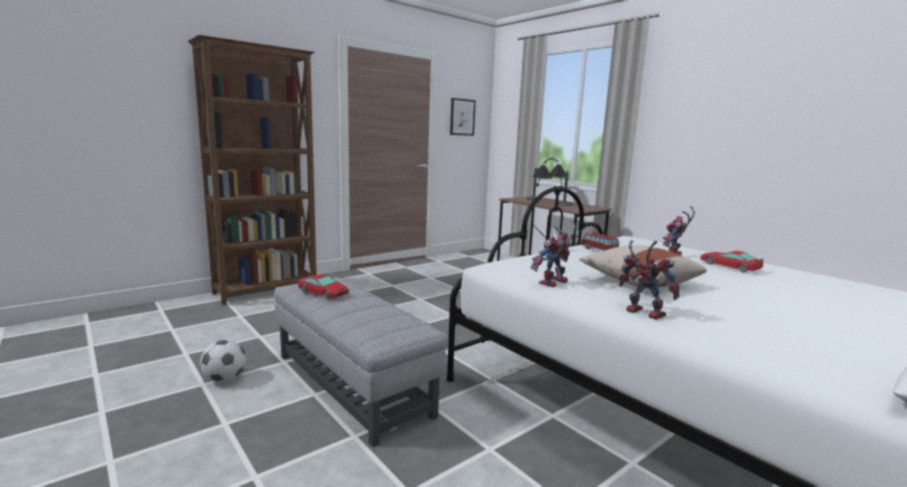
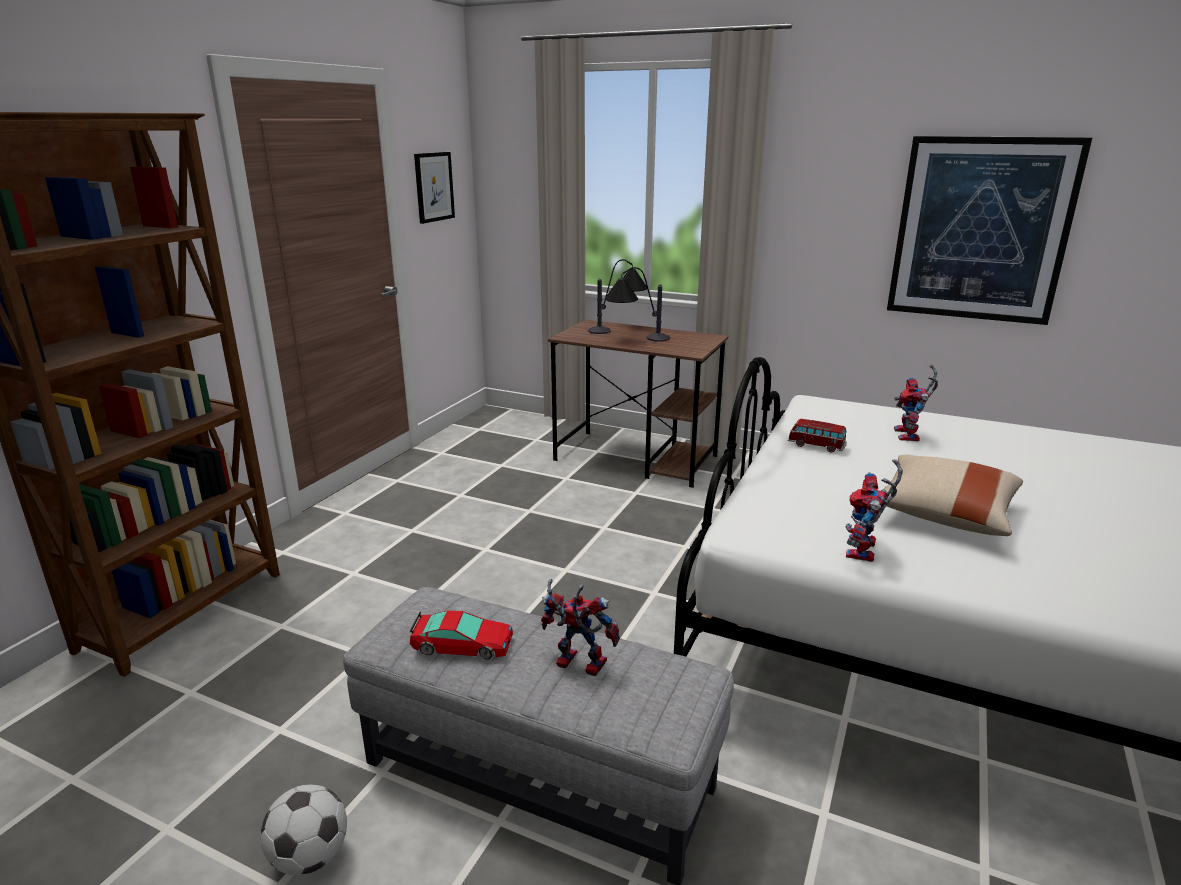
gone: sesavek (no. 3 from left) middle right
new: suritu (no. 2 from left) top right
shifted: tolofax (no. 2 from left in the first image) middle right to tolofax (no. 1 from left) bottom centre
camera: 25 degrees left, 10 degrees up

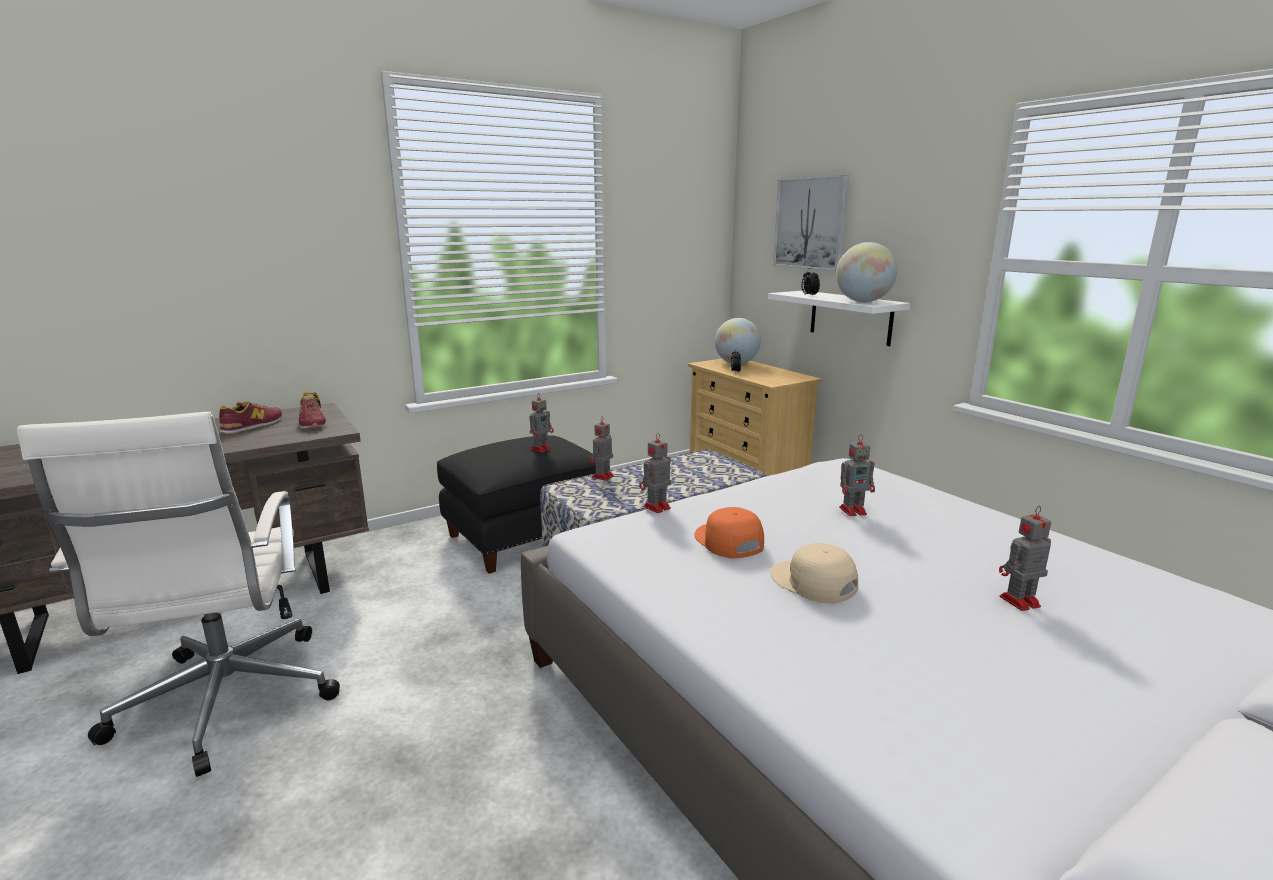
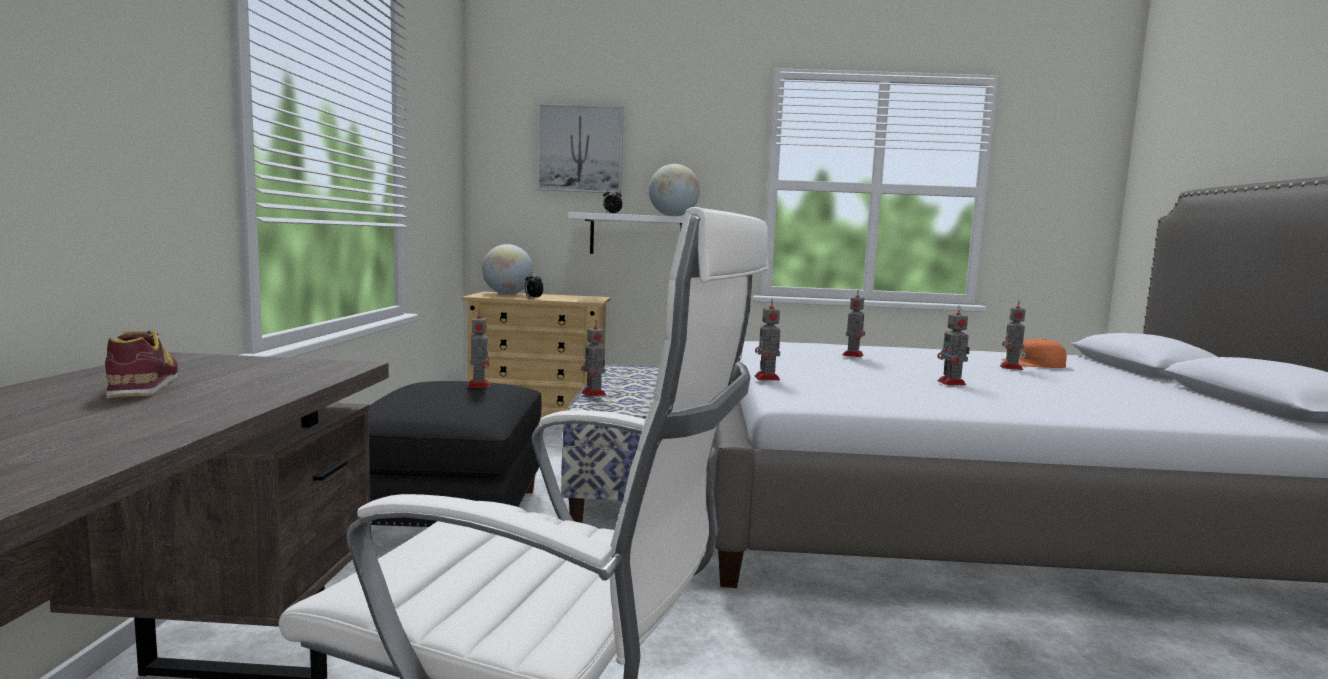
gone: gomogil (no. 2 from left) middle left
shifted: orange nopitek centre to middle right
swapped: beige nopitek centre to tolofax (no. 5 from left) middle right
camera: 55 degrees left, 10 degrees down

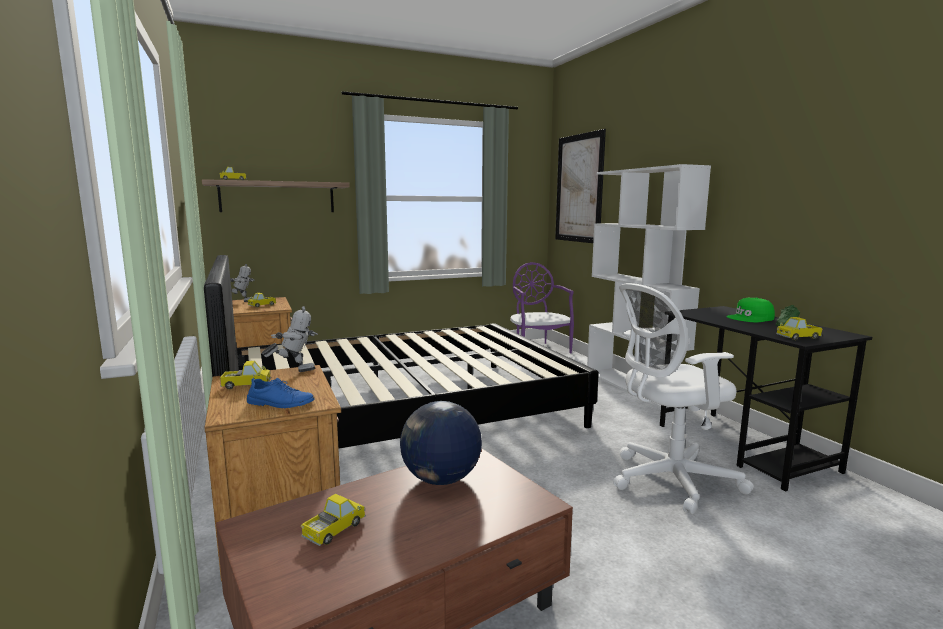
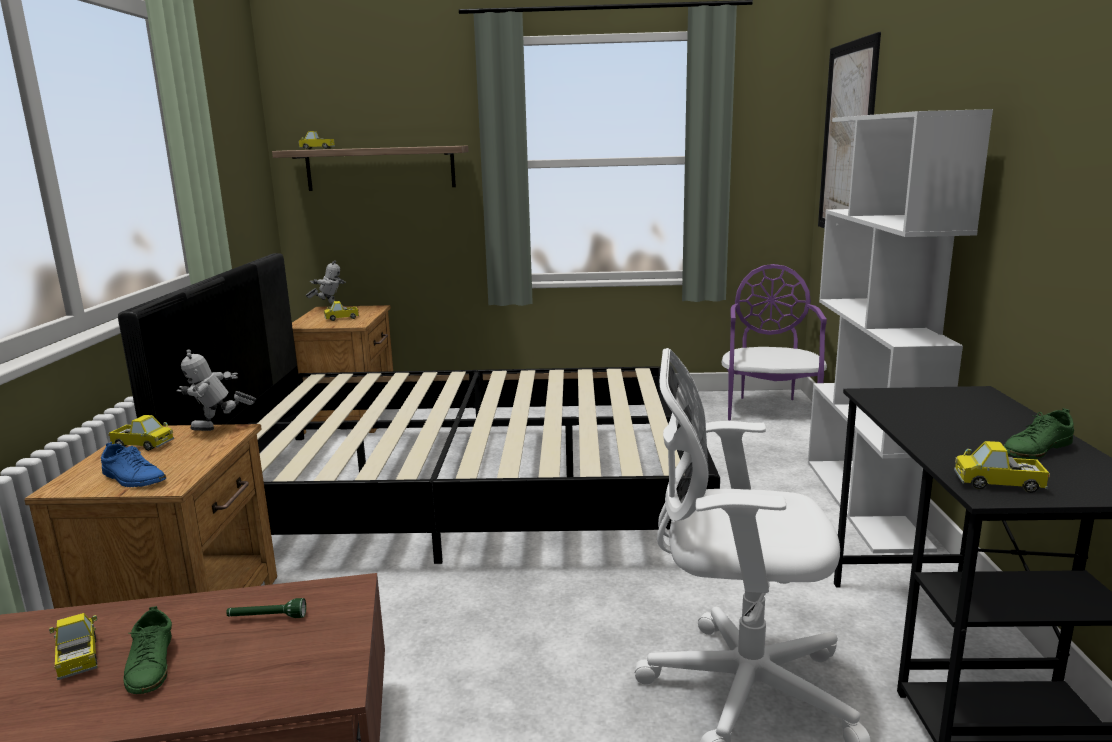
gone: green nopitek middle right
new: green gomogil (no. 1 from left) bottom left
swapped: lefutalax bottom centre to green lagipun bottom left
rotated: tolofax (no. 2 from left in the first image) middle left = middle left 150 degrees clockwise; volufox (no. 4 from left in the first image) bottom centre = bottom left 90 degrees counterclockwise
camera: 25 degrees right, 5 degrees up

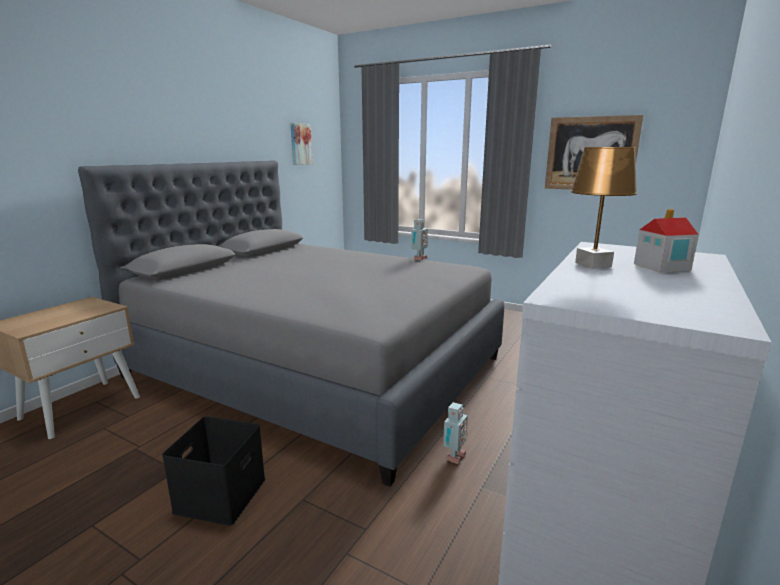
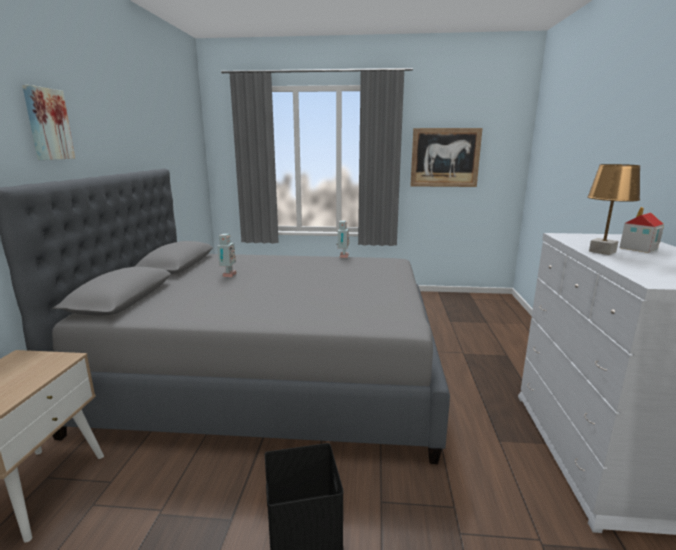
shifted: suritu (no. 1 from left) top centre to top left; tolofax (no. 2 from left in the first image) bottom centre to tolofax (no. 1 from left) centre
camera: 25 degrees left, 0 degrees up

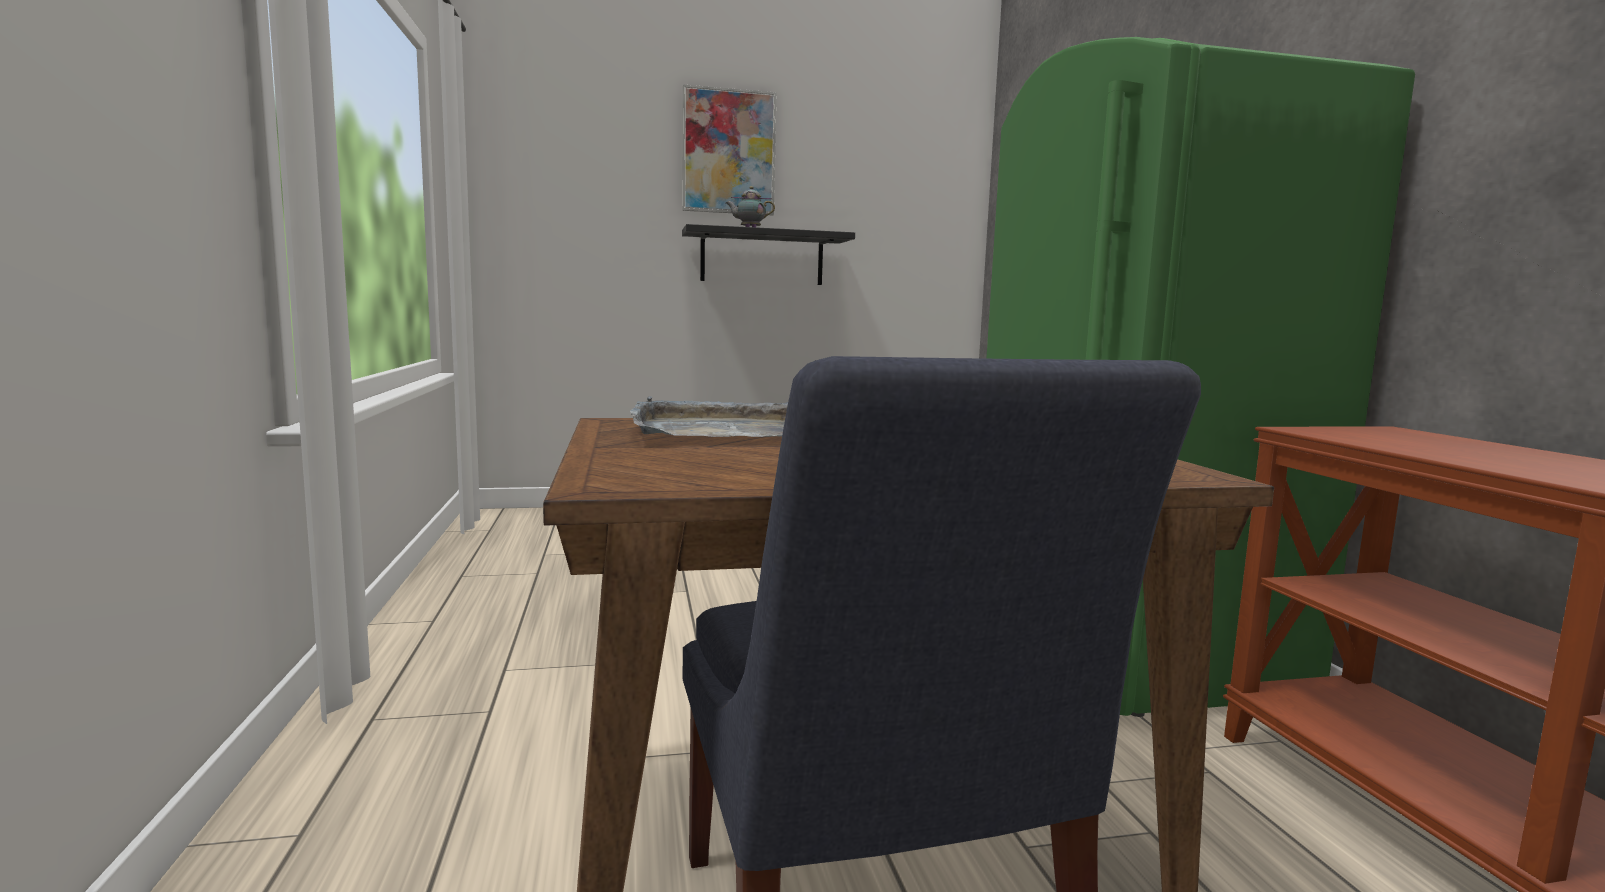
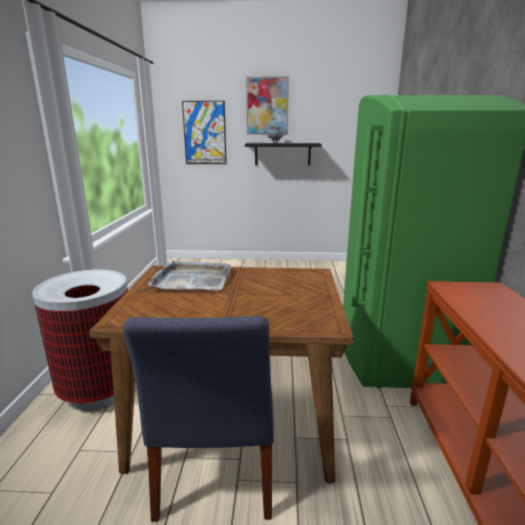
new: suritu (no. 1 from left) top centre; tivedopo middle left
camera: 15 degrees right, 10 degrees up

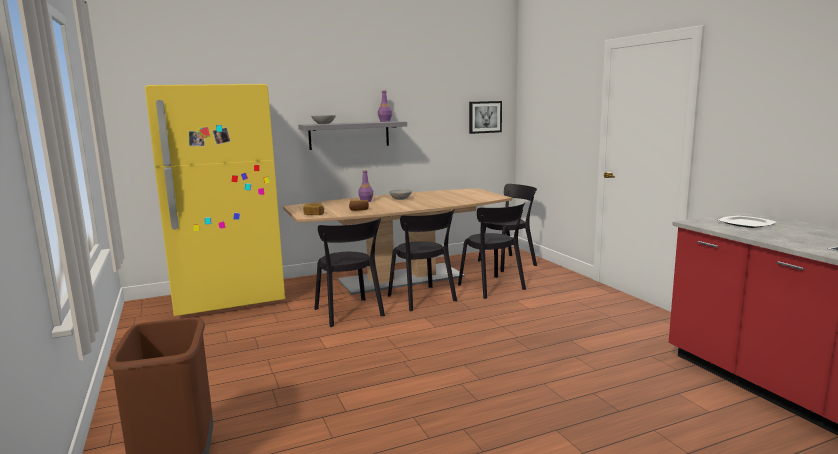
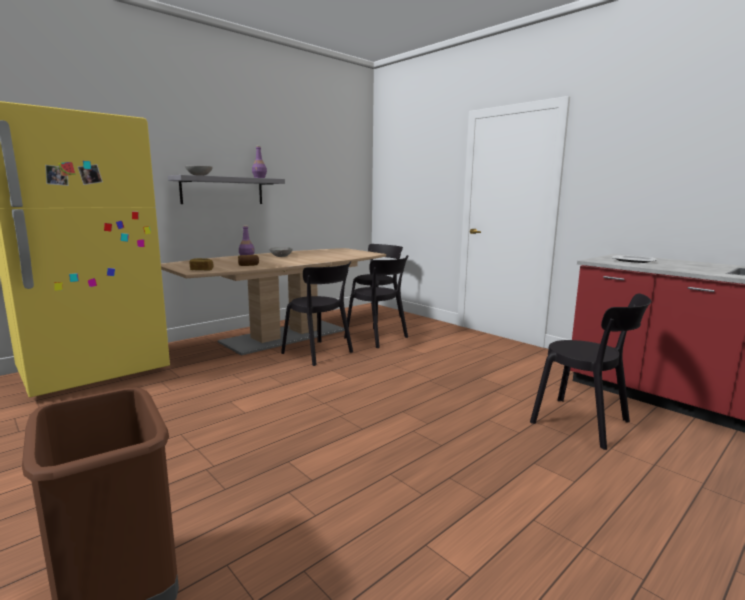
gone: suritu top centre
shifted: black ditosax (no. 1 from left in the first image) centre to black ditosax (no. 4 from left) middle right
camera: 20 degrees left, 0 degrees up

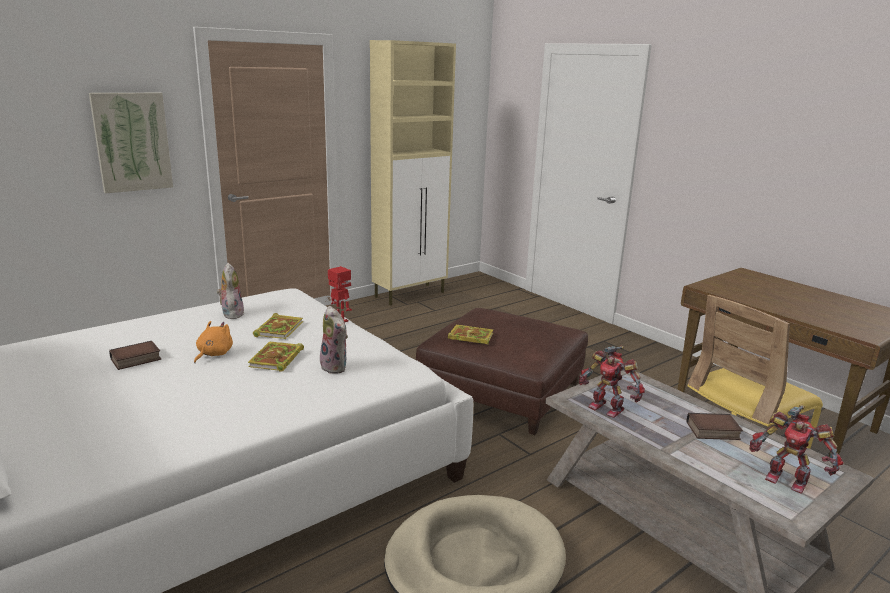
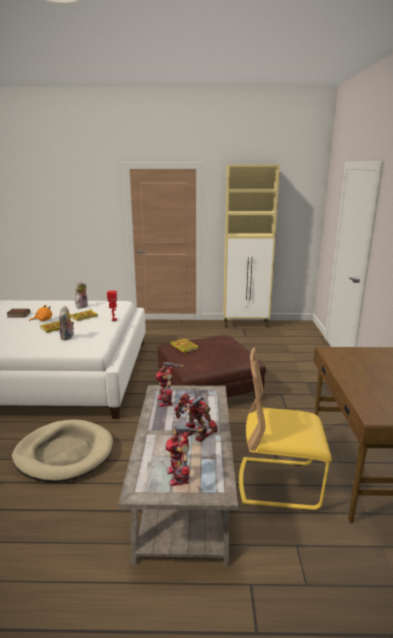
gone: suritu top left
swapped: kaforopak (no. 5 from left) bottom right to tolofax (no. 4 from left) centre
camera: 40 degrees right, 0 degrees up

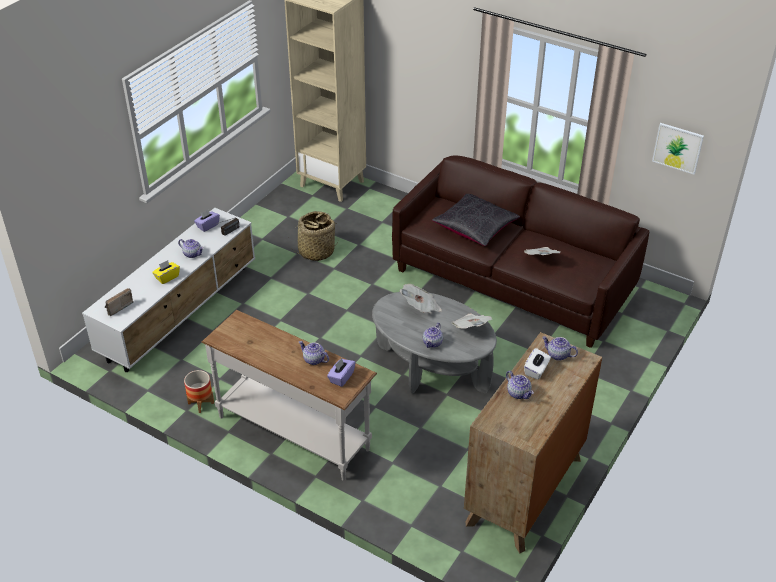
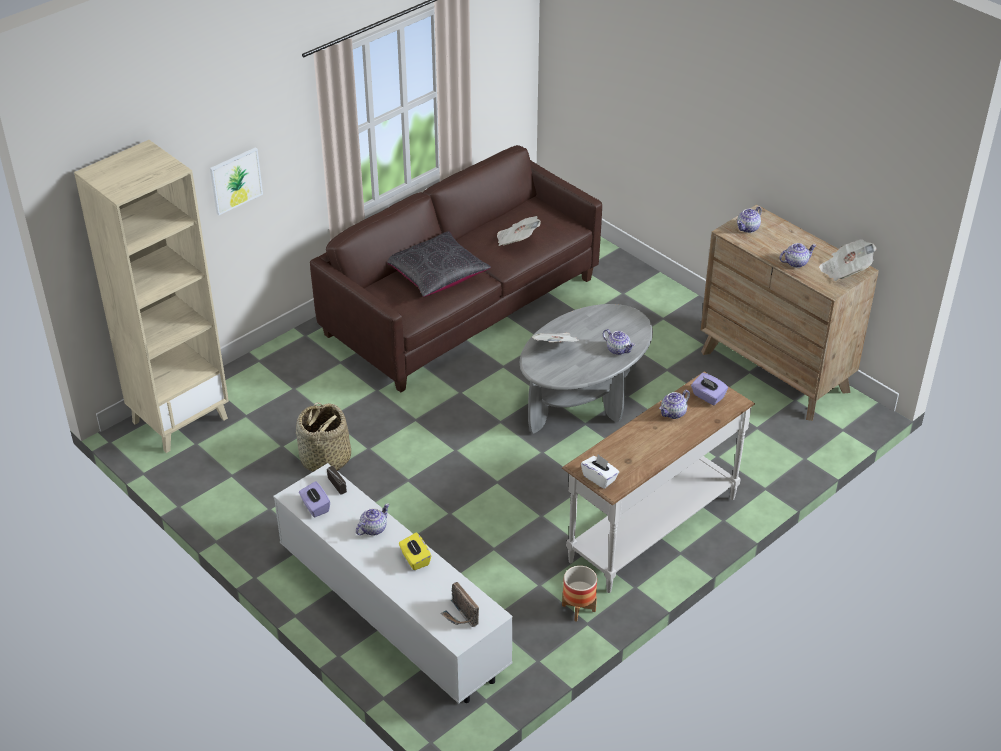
shifted: suritu top right to top left; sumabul (no. 2 from left in the first image) centre to sumabul (no. 3 from left) middle right; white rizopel middle right to centre
camera: 75 degrees left, 0 degrees up

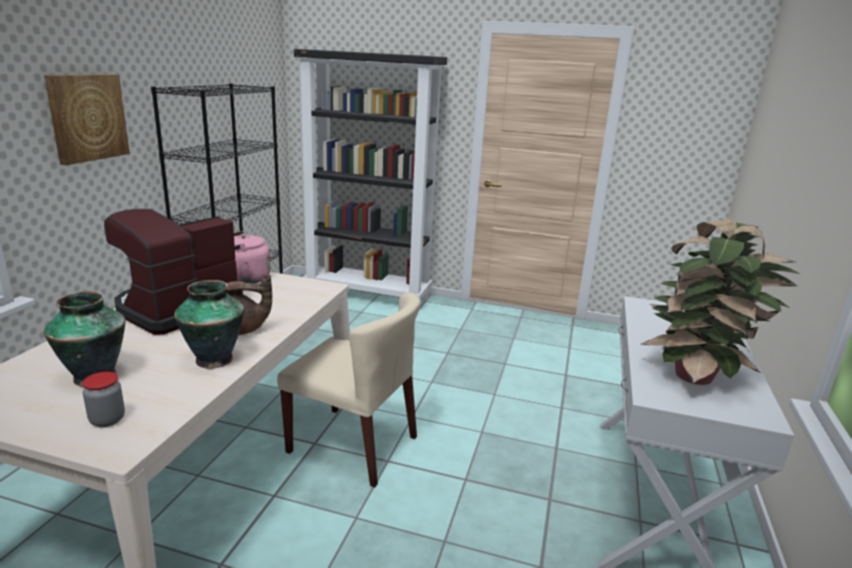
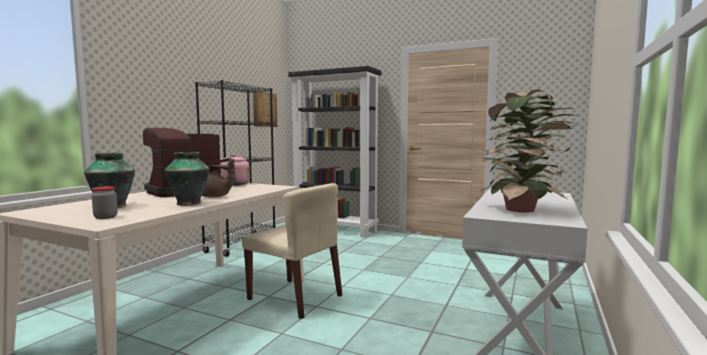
shifted: suritu top left to top centre
camera: 10 degrees right, 15 degrees down

